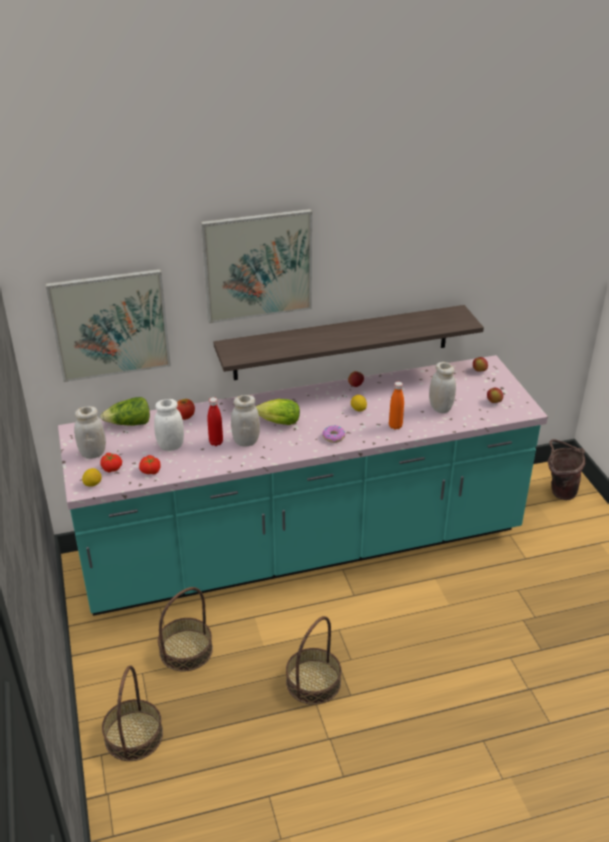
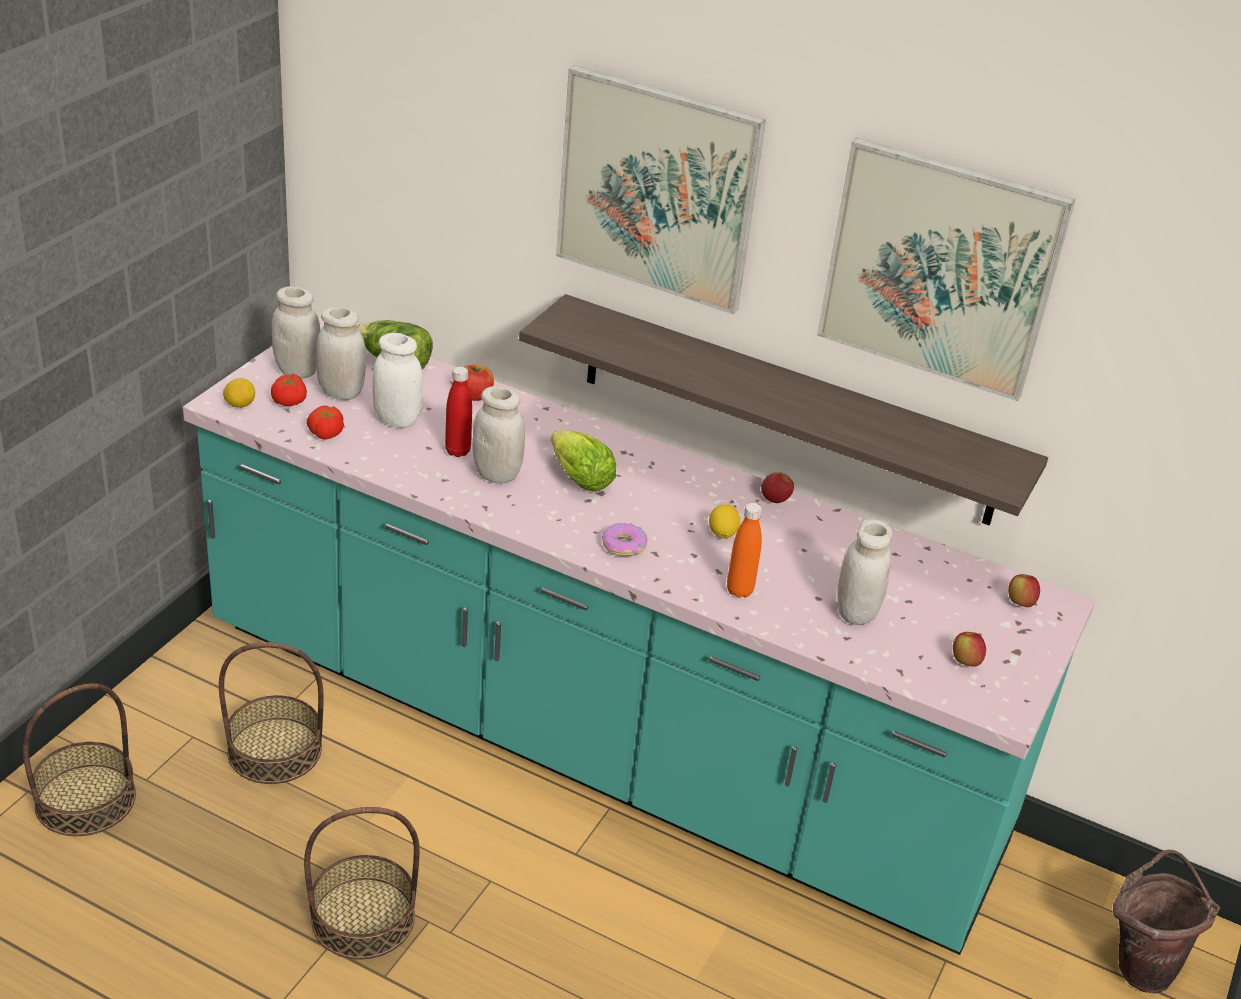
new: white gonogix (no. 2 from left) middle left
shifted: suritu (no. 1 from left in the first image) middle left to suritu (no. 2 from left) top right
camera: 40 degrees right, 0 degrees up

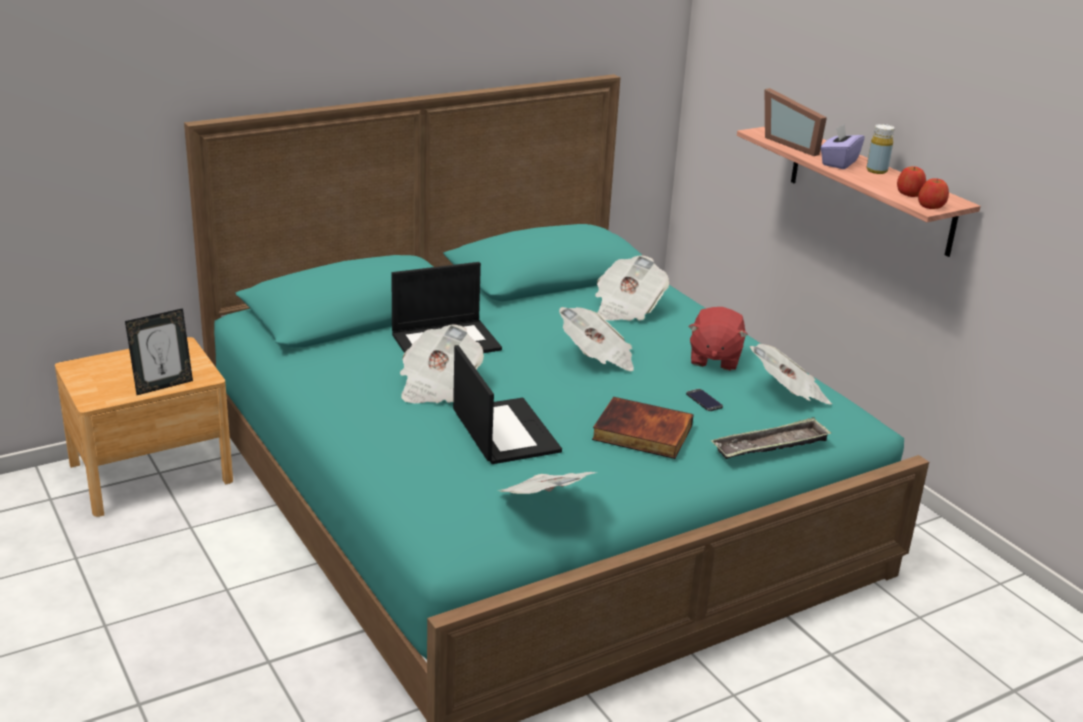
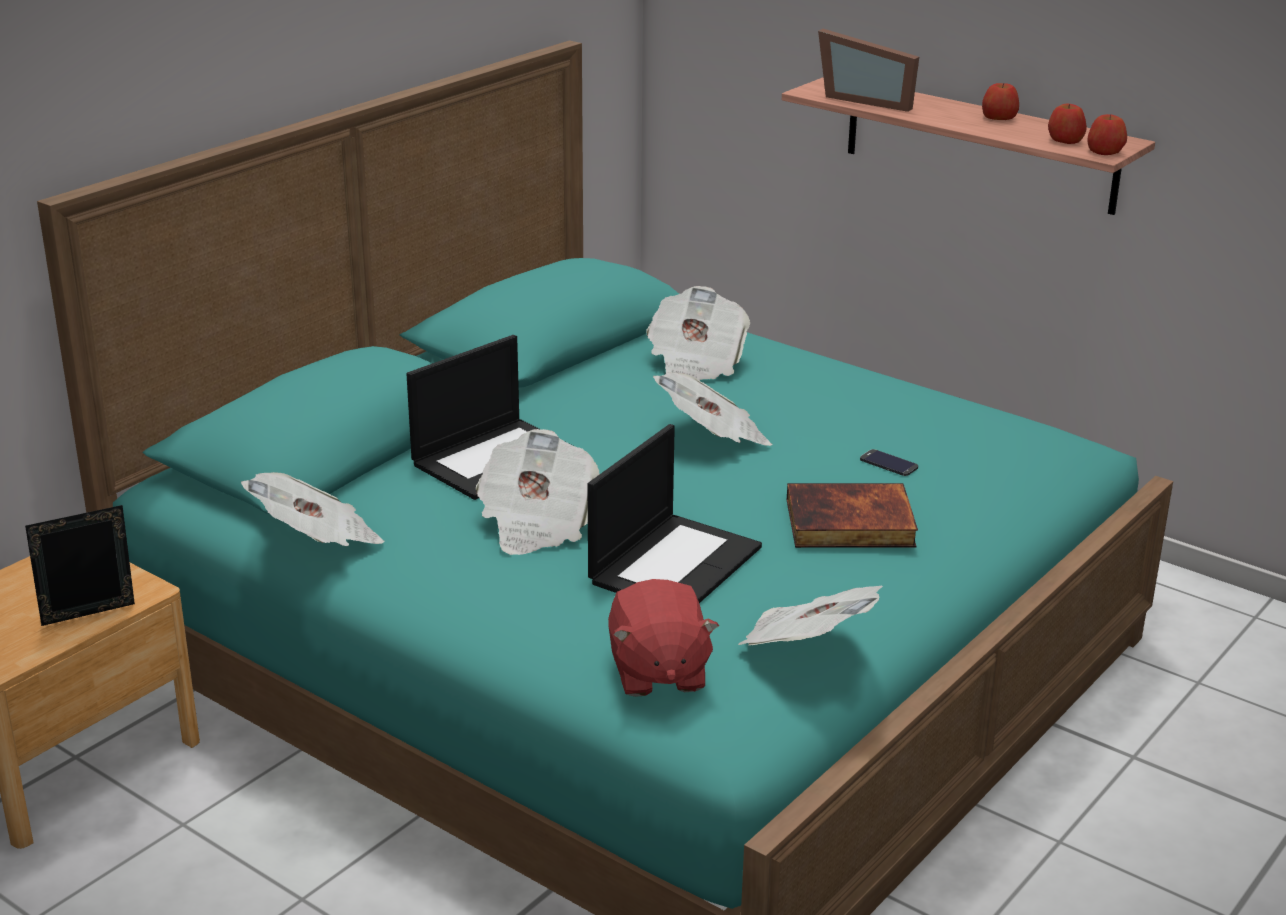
gone: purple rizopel top right; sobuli middle right
shifted: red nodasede centre to bottom centre; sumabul (no. 5 from left in the first image) middle right to sumabul (no. 1 from left) middle left
swapped: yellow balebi top right to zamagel (no. 1 from left) top right
rotated: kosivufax (no. 1 from left) middle left = middle left 150 degrees counterclockwise; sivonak (no. 2 from left) centre = centre 75 degrees clockwise
camera: 20 degrees left, 0 degrees up

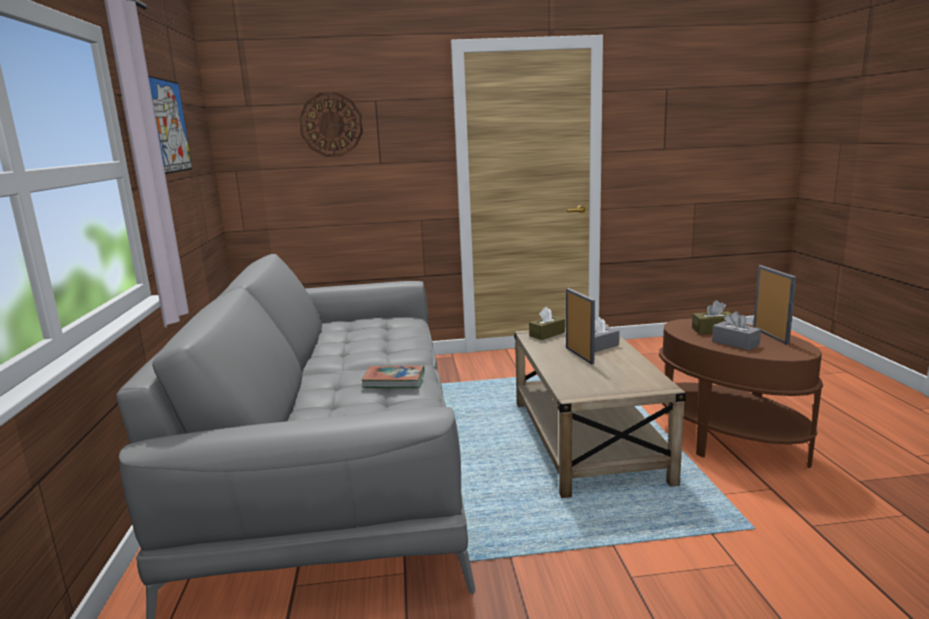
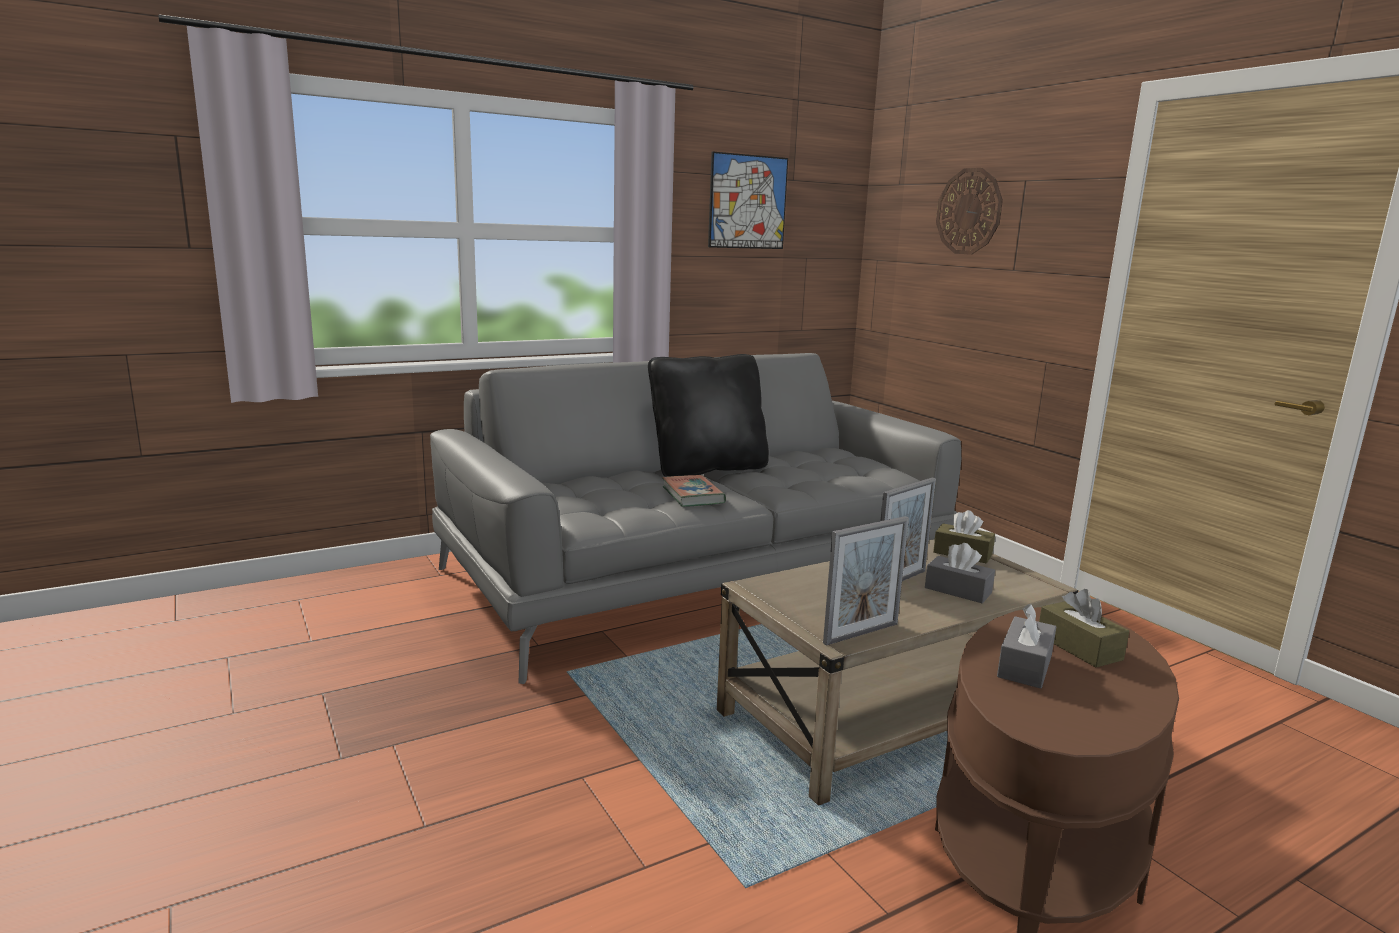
new: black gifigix centre
shifted: kosivufax (no. 2 from left in the first image) middle right to kosivufax (no. 1 from left) centre
camera: 65 degrees right, 0 degrees up

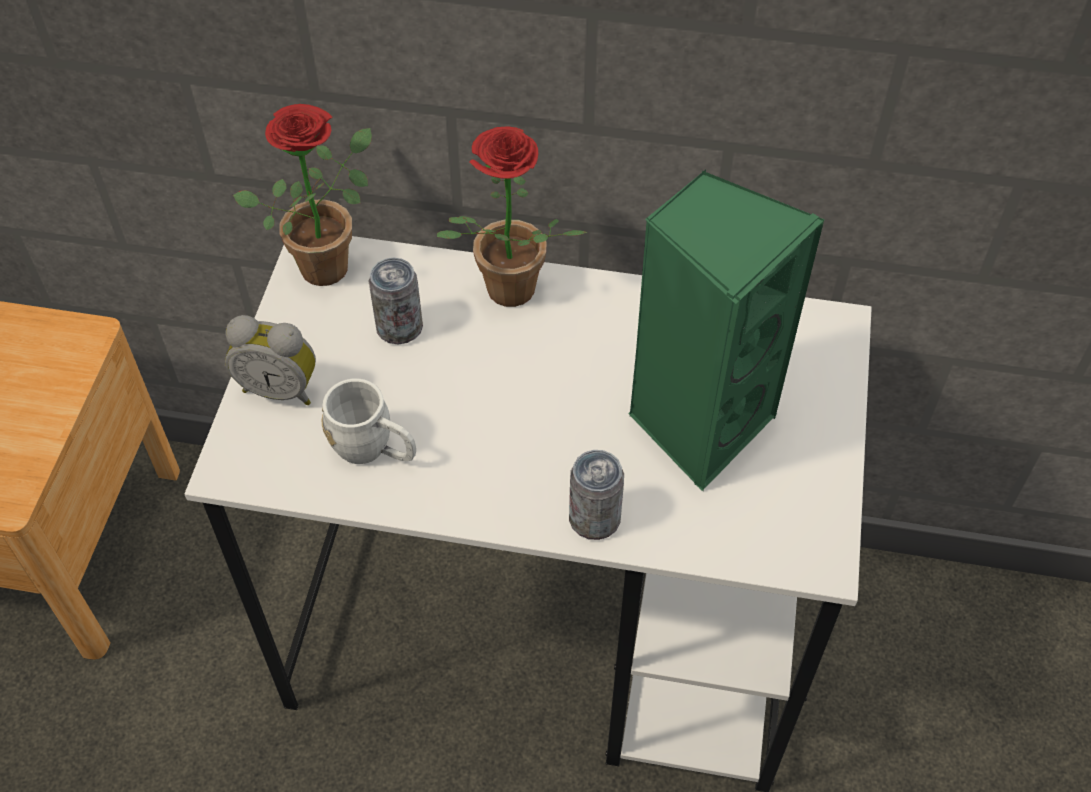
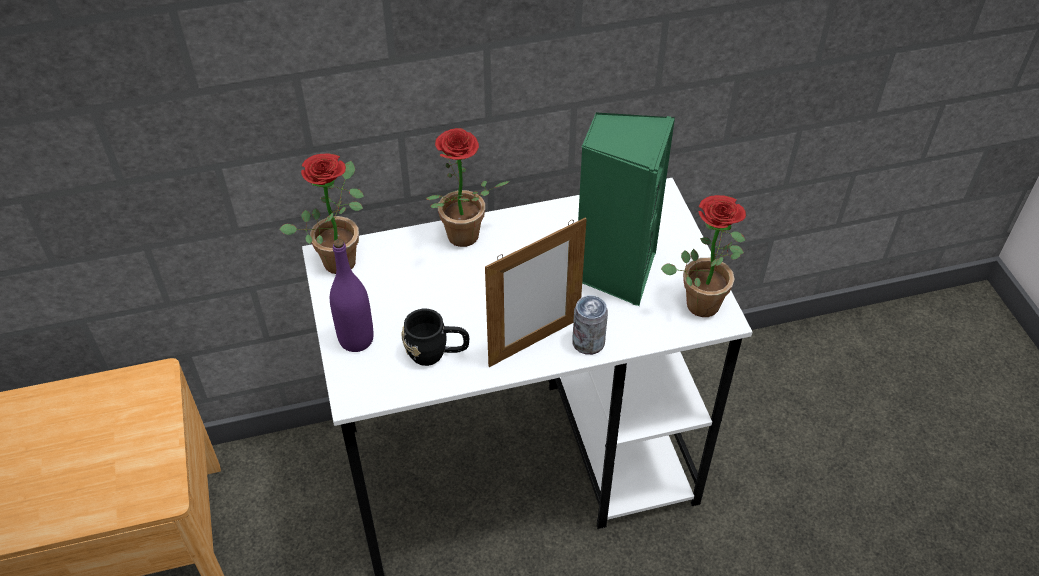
gone: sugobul (no. 1 from left) centre
new: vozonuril (no. 3 from left) middle right; kosivufax centre
swapped: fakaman middle left to purple balebi centre
repainted: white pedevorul centre to black pedevorul centre
camera: 25 degrees left, 5 degrees down

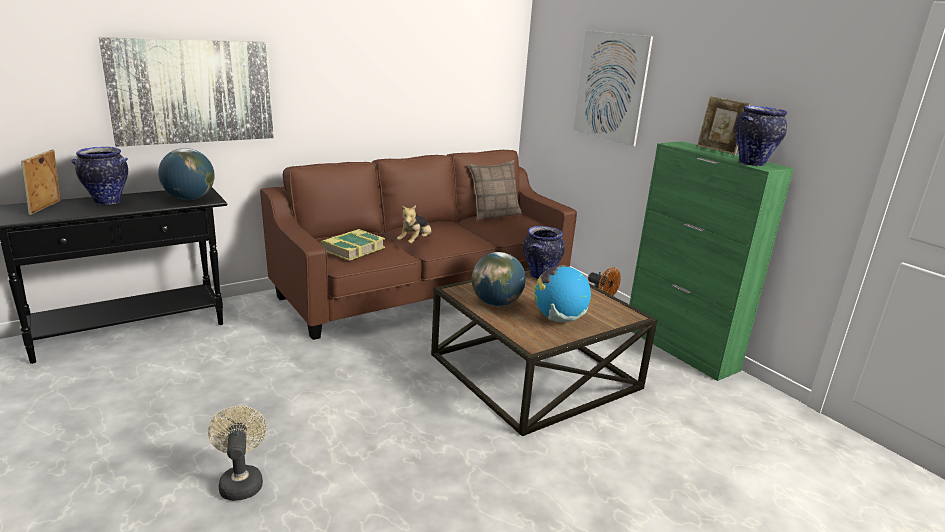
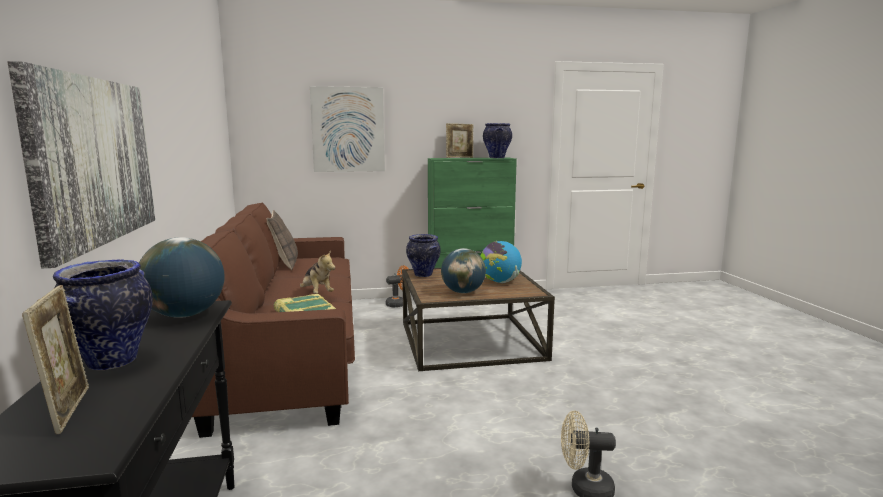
rotated: kosivufax (no. 1 from left) middle left = bottom left 135 degrees counterclockwise
camera: 65 degrees left, 10 degrees down

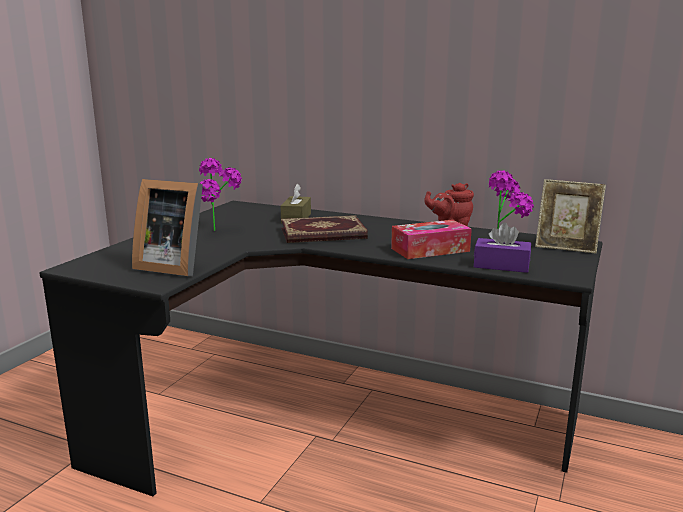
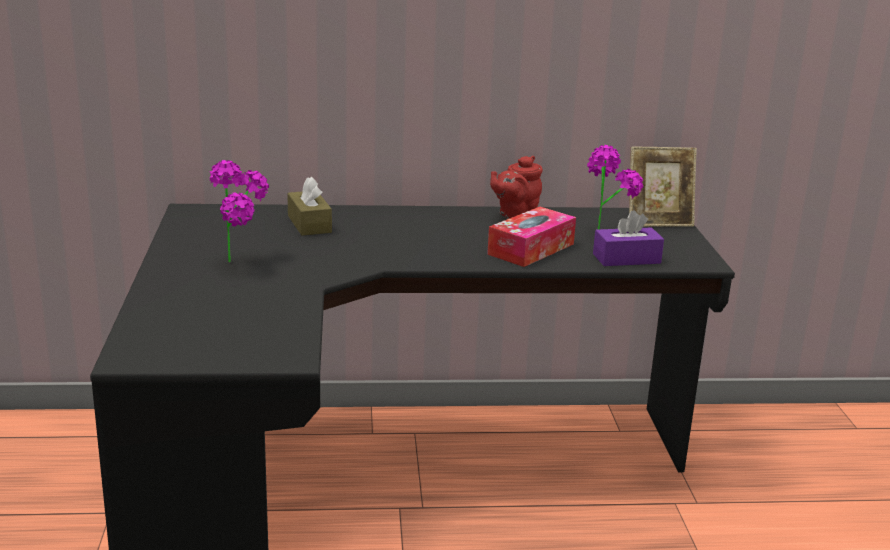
gone: kosivufax (no. 1 from left) middle left; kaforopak centre
camera: 30 degrees left, 5 degrees up

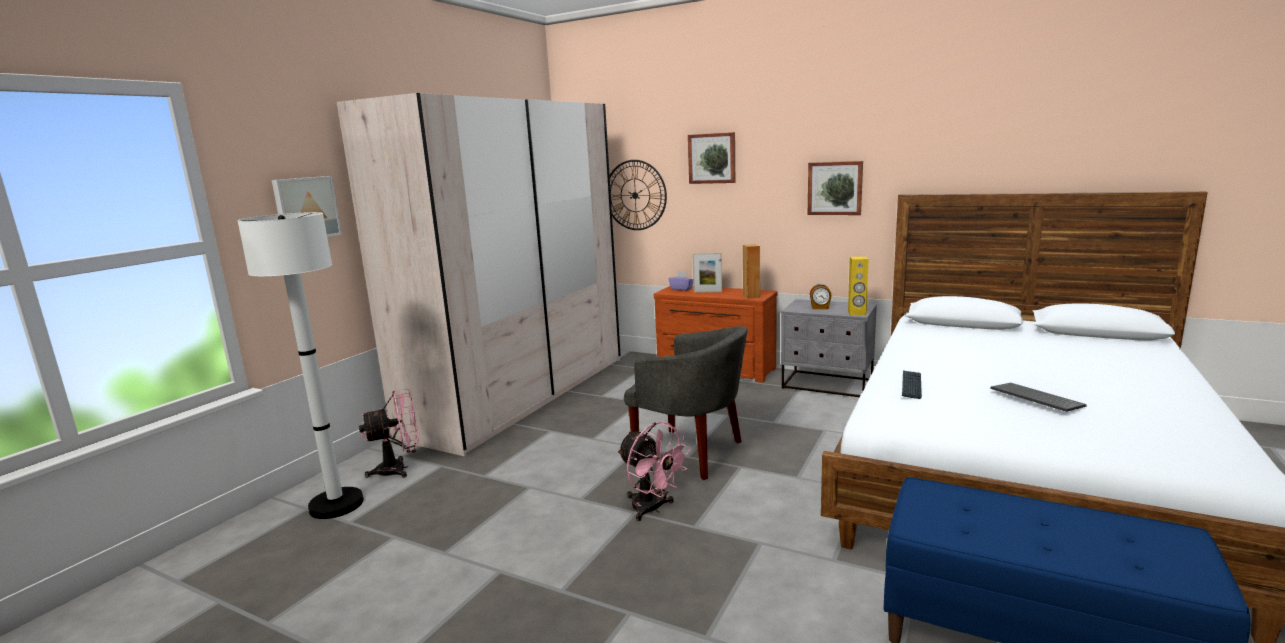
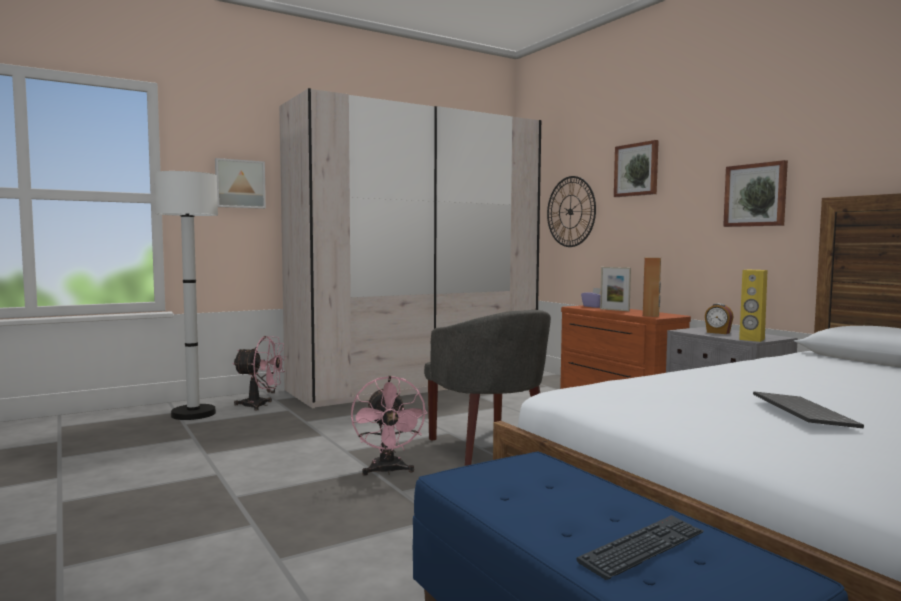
shifted: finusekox (no. 1 from left) middle right to bottom right
camera: 30 degrees right, 10 degrees down

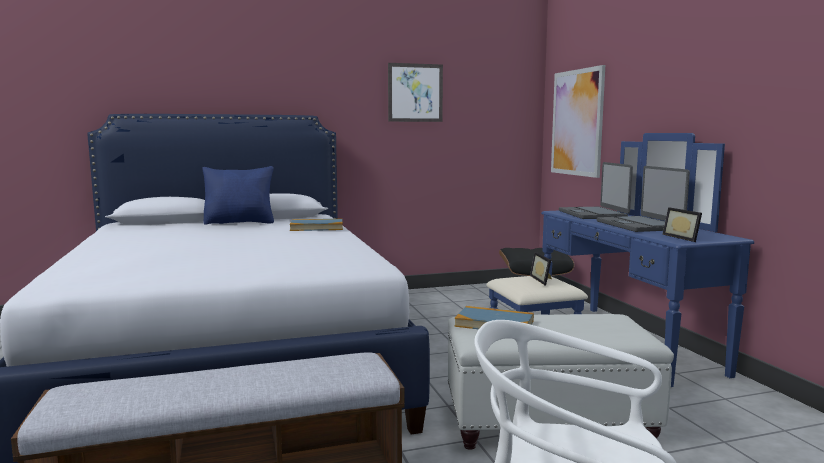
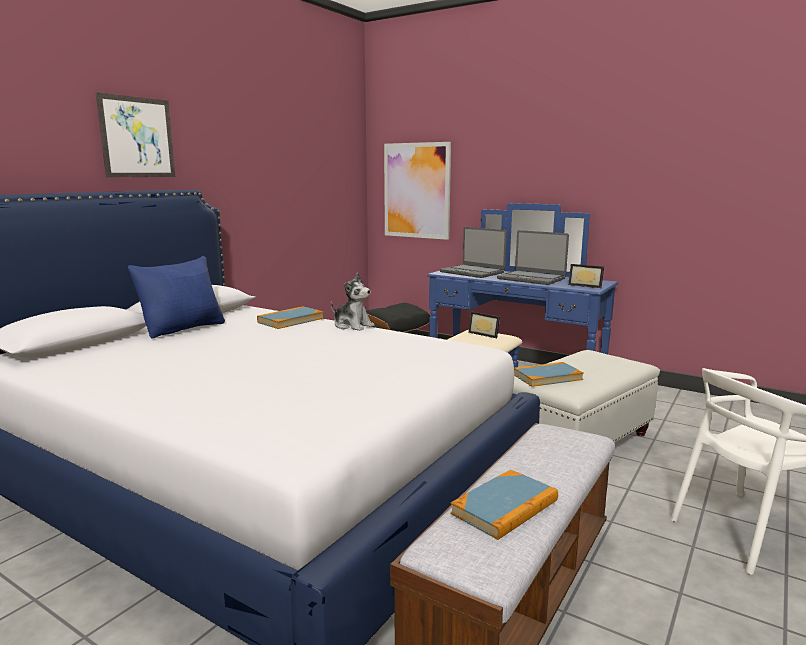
new: nodasede centre; kaforopak (no. 2 from left) bottom centre
shifted: suritu (no. 1 from left) top centre to top left
camera: 40 degrees left, 5 degrees up

